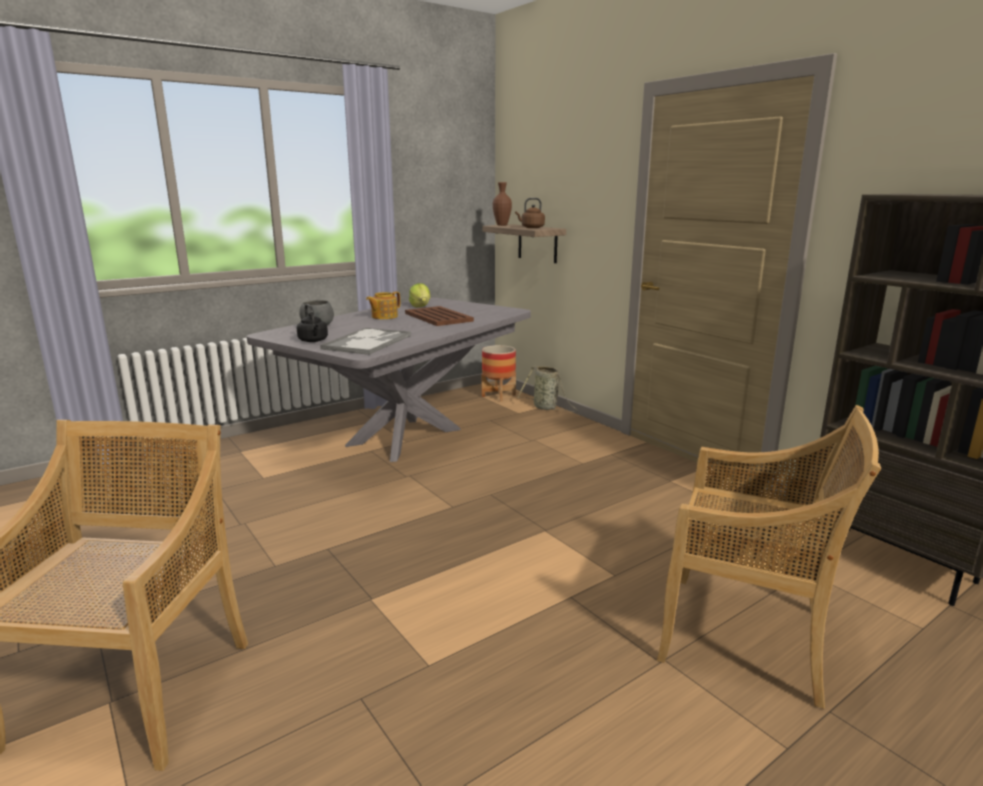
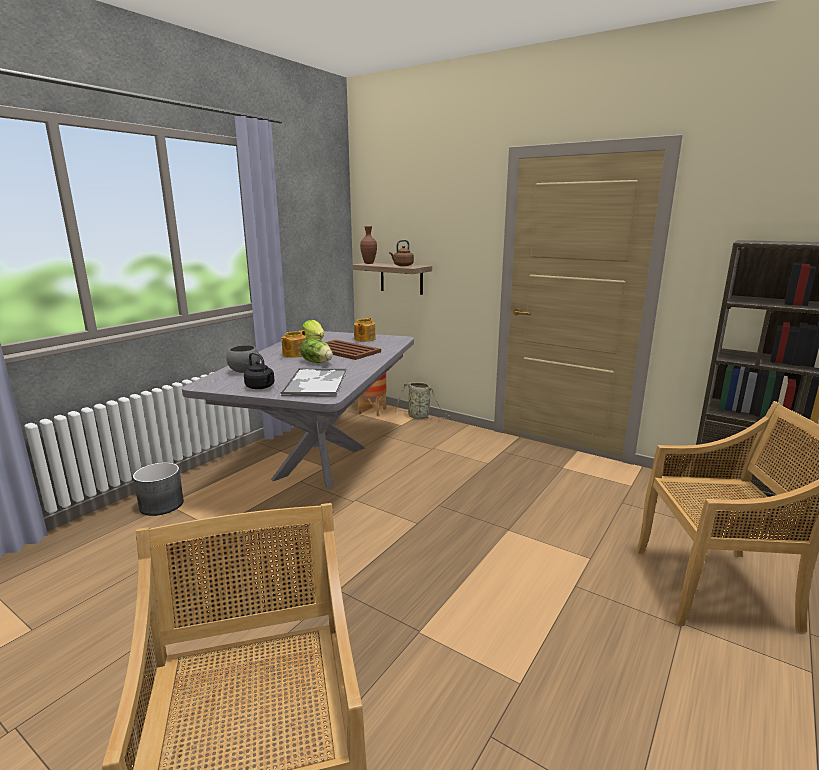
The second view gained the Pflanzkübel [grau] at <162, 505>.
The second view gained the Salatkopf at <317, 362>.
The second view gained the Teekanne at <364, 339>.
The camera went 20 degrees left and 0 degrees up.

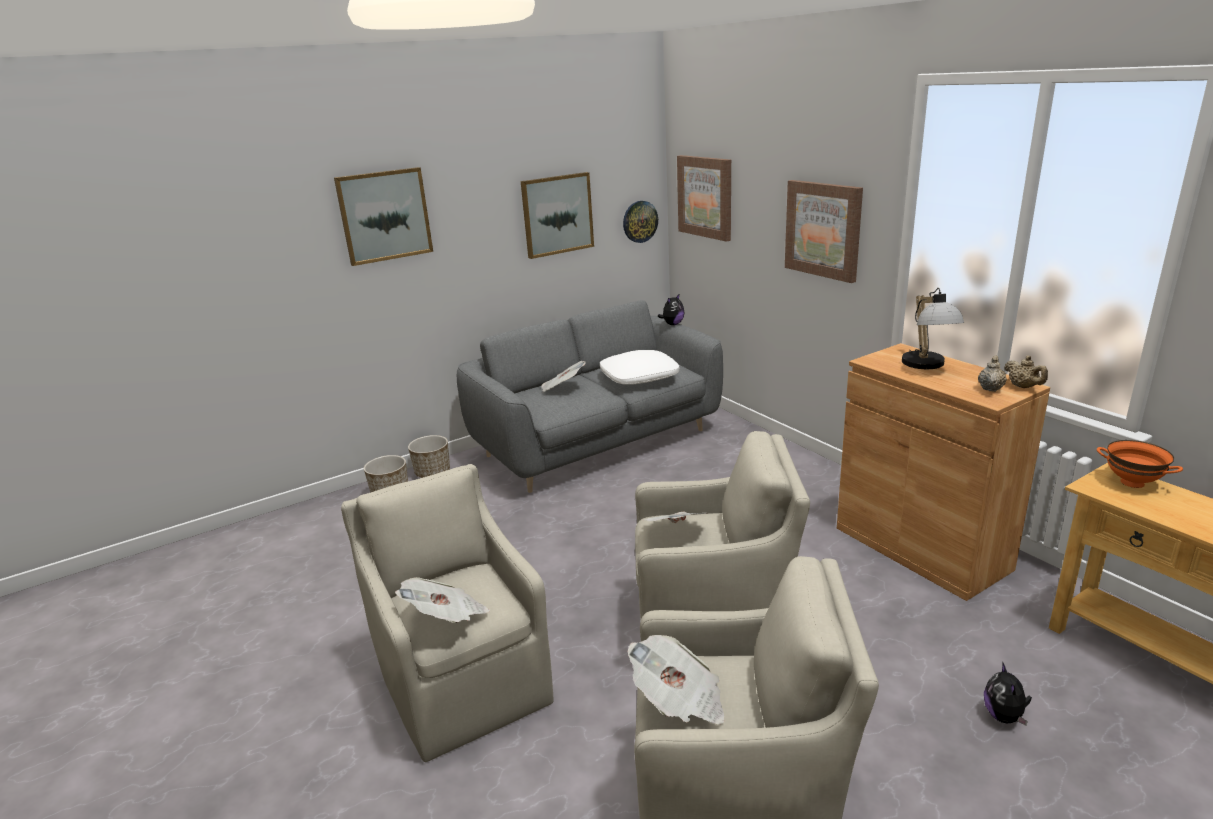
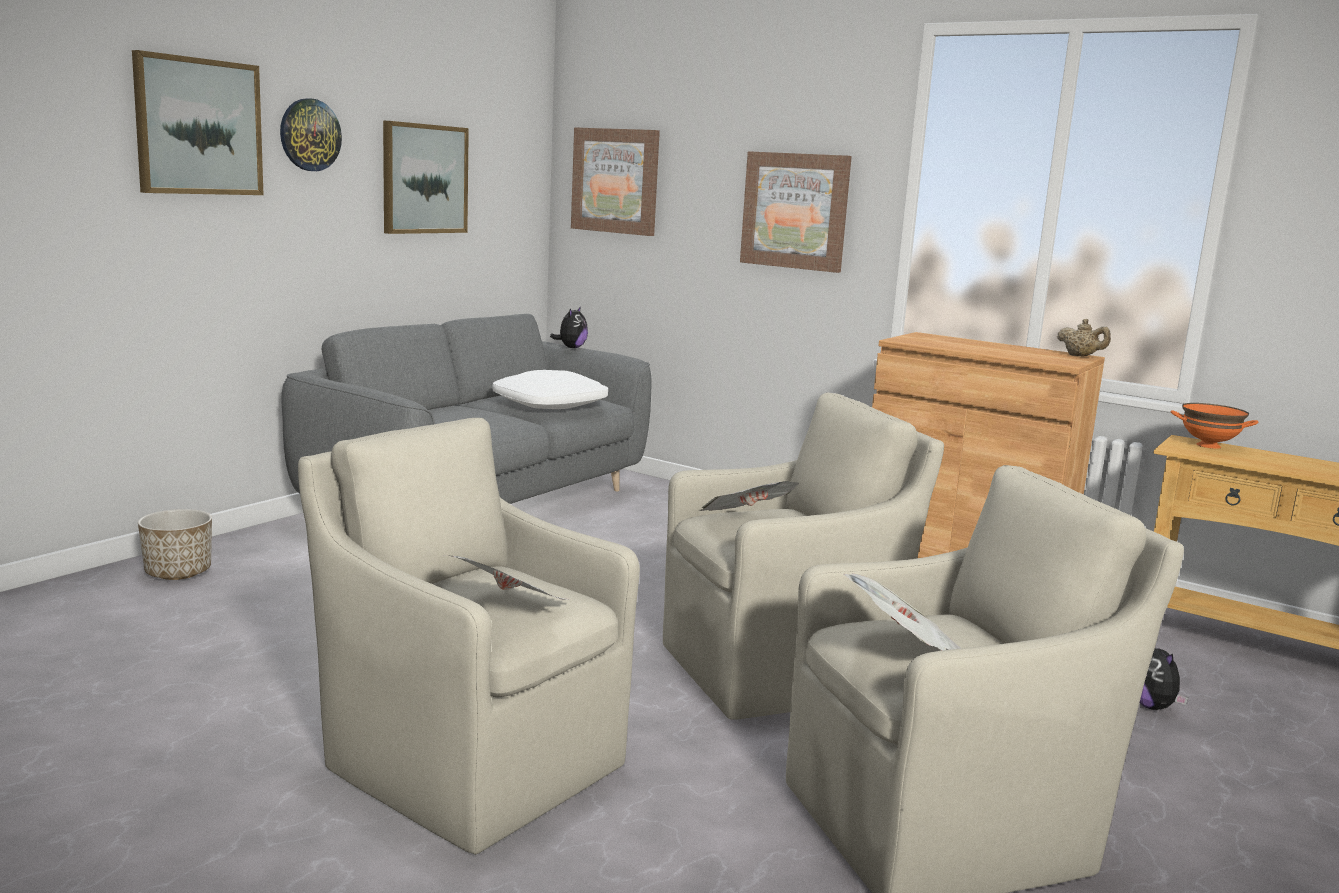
The second view lost the Pflanzkübel at <433, 472>.
The second view lost the Zeitung at <562, 388>.
The second view lost the Tischlampe at <927, 366>.
The second view lost the Teekanne [beige] at <990, 388>.
The Wanduhr ended up elsewhere, having gone from <640, 221> to <310, 135>.
The camera went 25 degrees left and 10 degrees down.

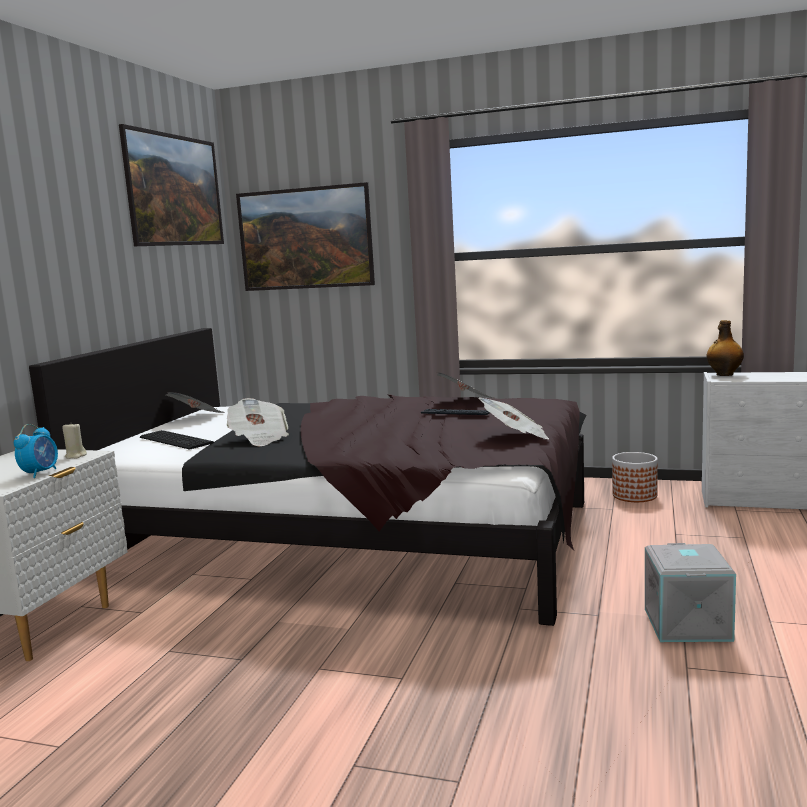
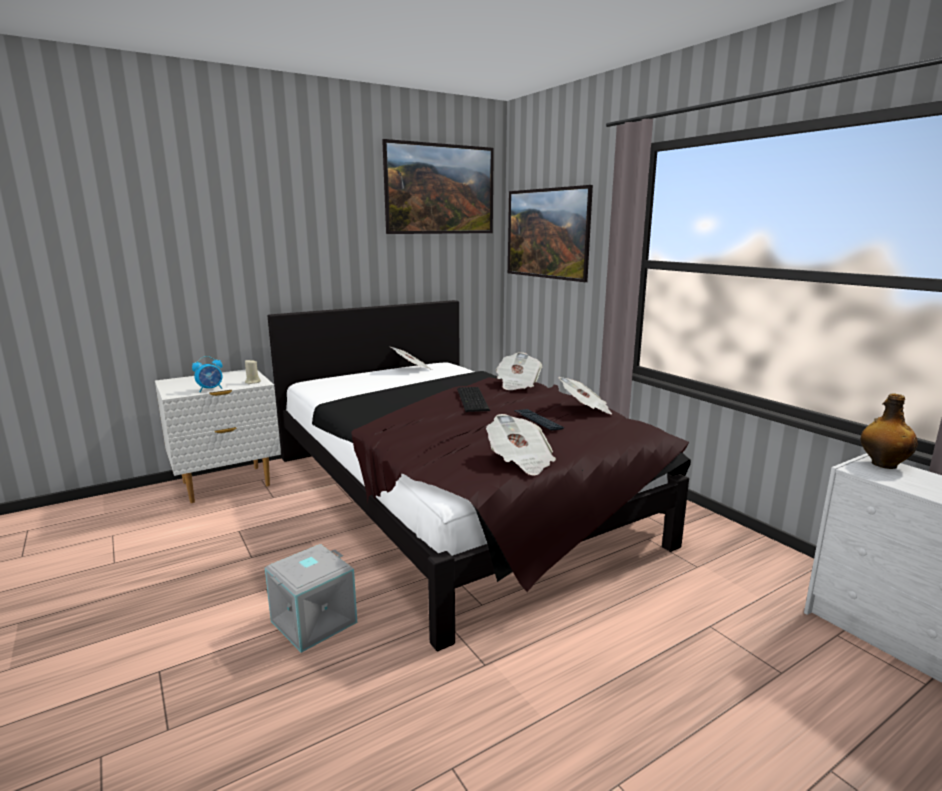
The second view lost the Pflanzkübel at <634, 495>.
The Tastatur ended up elsewhere, having gone from <176, 439> to <473, 399>.
The Zeitung ended up elsewhere, having gone from <259, 439> to <517, 384>.
The Aufbewahrungsbox [grau] ended up elsewhere, having gone from <689, 624> to <314, 623>.
The camera went 40 degrees right and 5 degrees up.

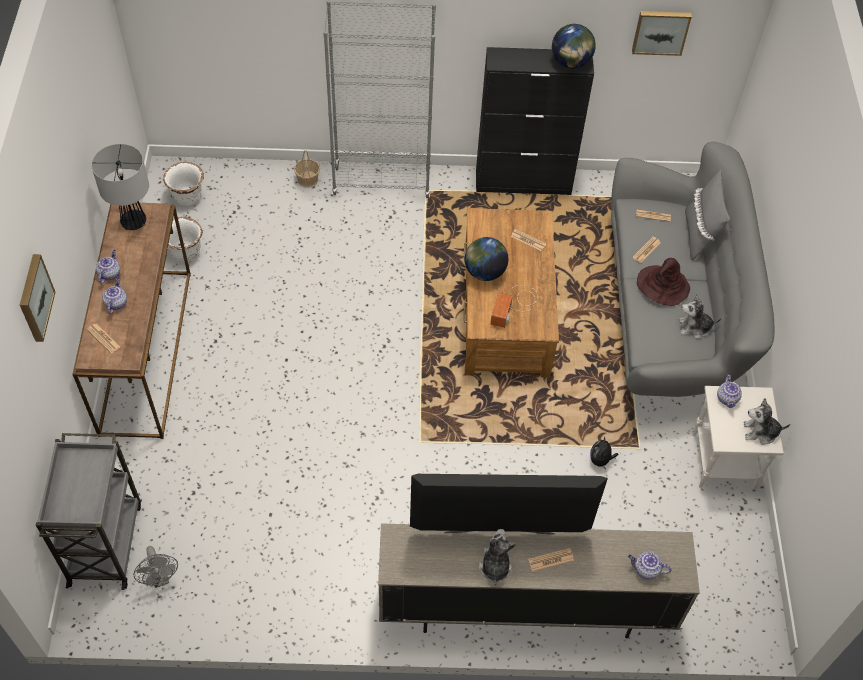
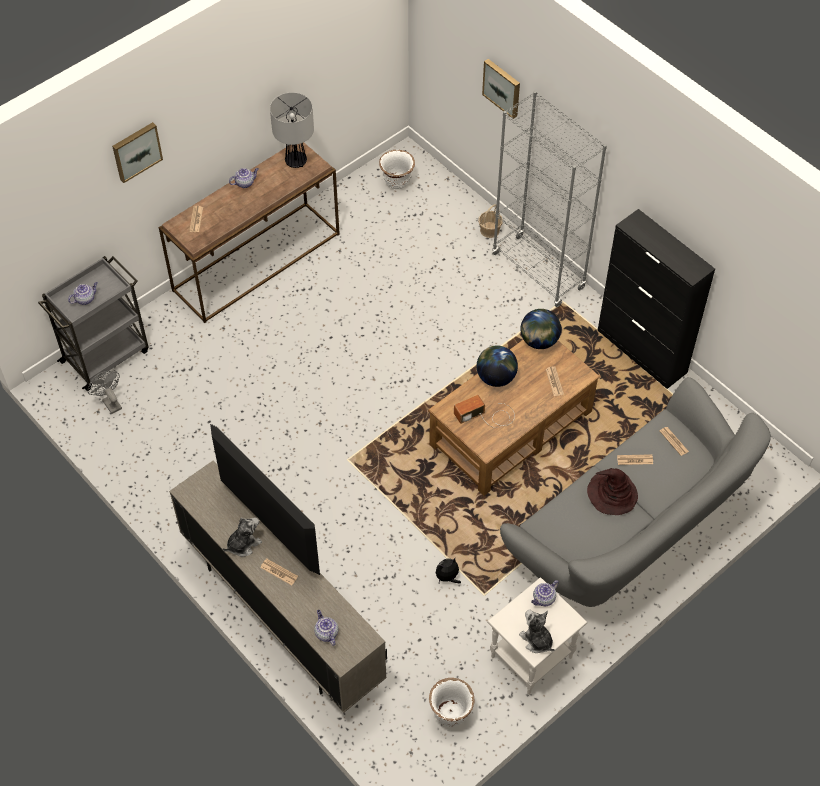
The second view lost the Plüschtier at <694, 327>.
The second view lost the Kissen [grau] at <699, 235>.
The Teekanne ended up elsewhere, having gone from <116, 303> to <85, 299>.
The Pflanzkübel [weiß] ended up elsewhere, having gone from <185, 253> to <450, 713>.
The Globus ended up elsewhere, having gone from <571, 62> to <539, 341>.
The Bild ended up elsewhere, having gone from <660, 31> to <502, 87>.
The Ventilator [grau] at <160, 578> ended up facing another way, 120 degrees clockwise from before.
The camera went 50 degrees right and 0 degrees up.

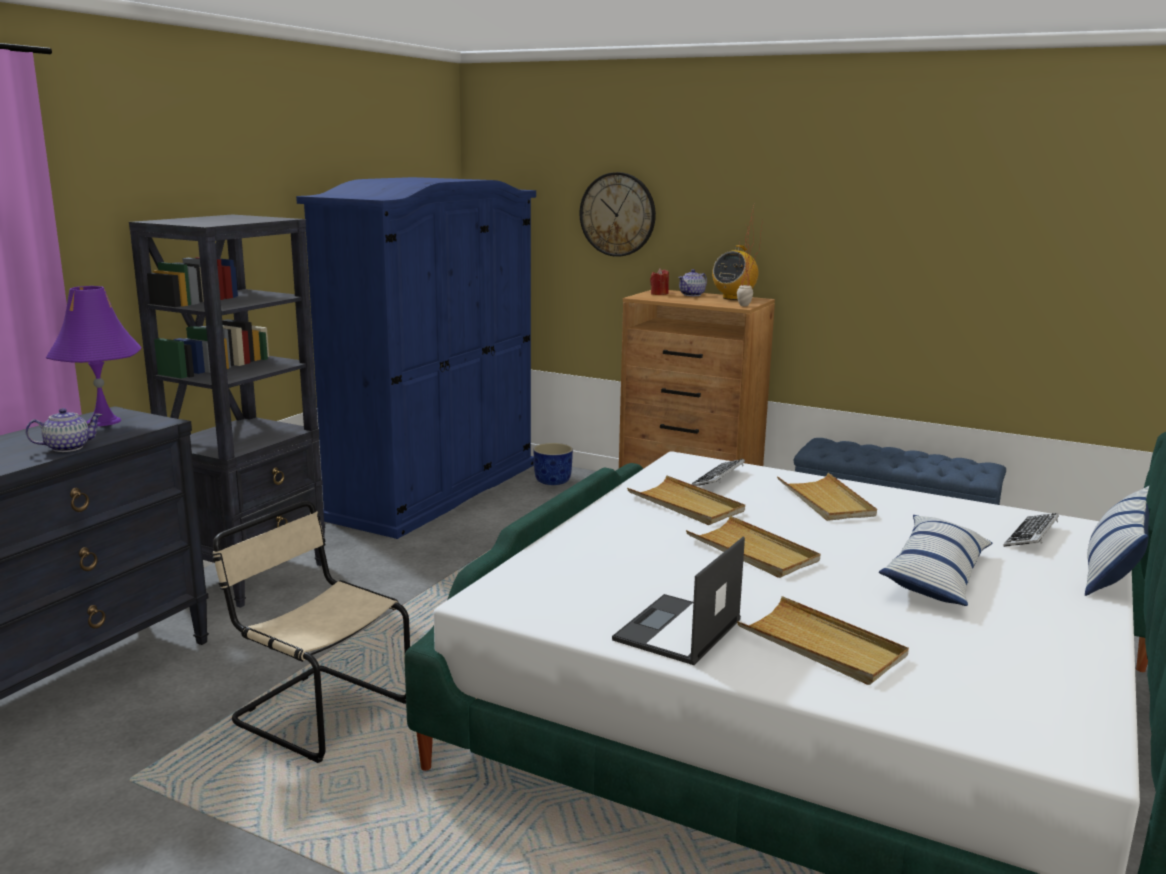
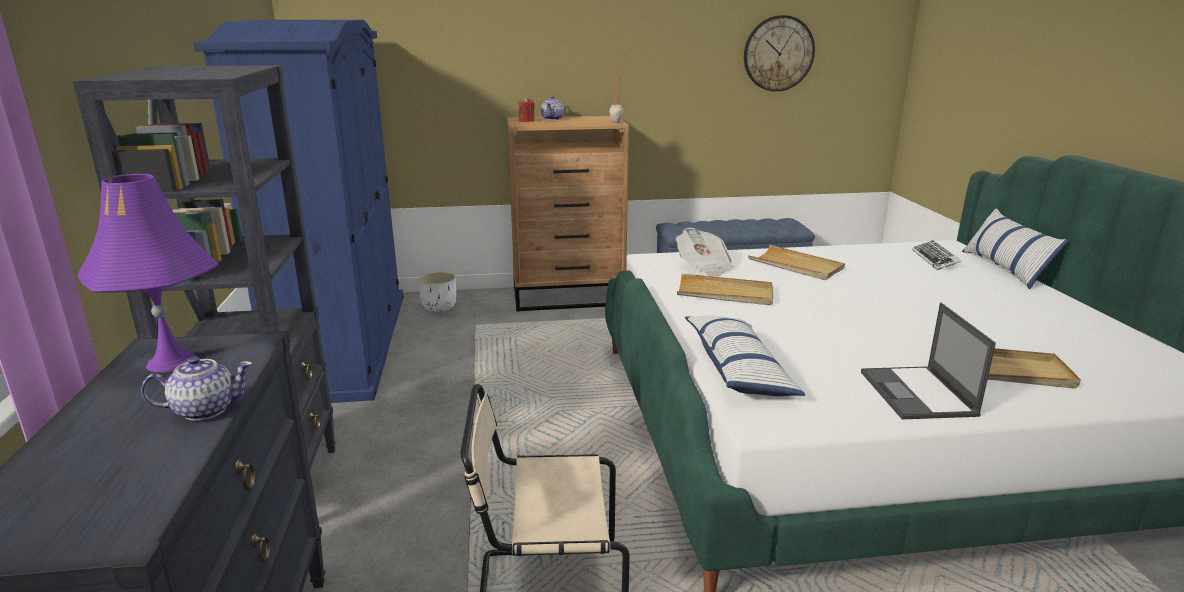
The second view lost the Tablett [beige] at <752, 551>.
The second view lost the Radio at <733, 298>.
The Wanduhr ended up elsewhere, having gone from <617, 214> to <778, 53>.
The Kissen ended up elsewhere, having gone from <935, 576> to <738, 370>.
Where the Tastatur stood at <718, 479>, the Zeitung came to stand at <704, 268>.
What was the Pflanzkübel [blau] at <553, 481> turned into the Pflanzkübel [weiß] at <439, 307>.
The Teekanne at <67, 448> ended up facing another way, 45 degrees clockwise from before.
The camera went 35 degrees left and 5 degrees up.

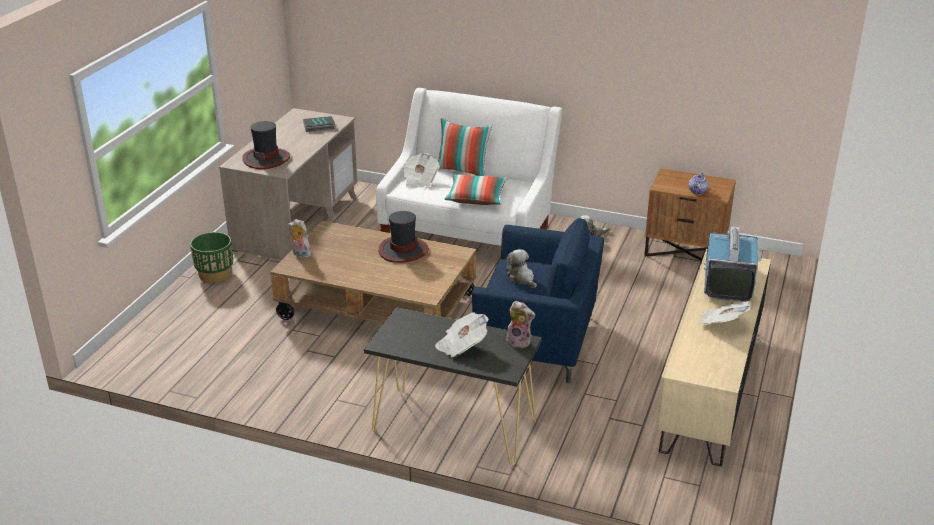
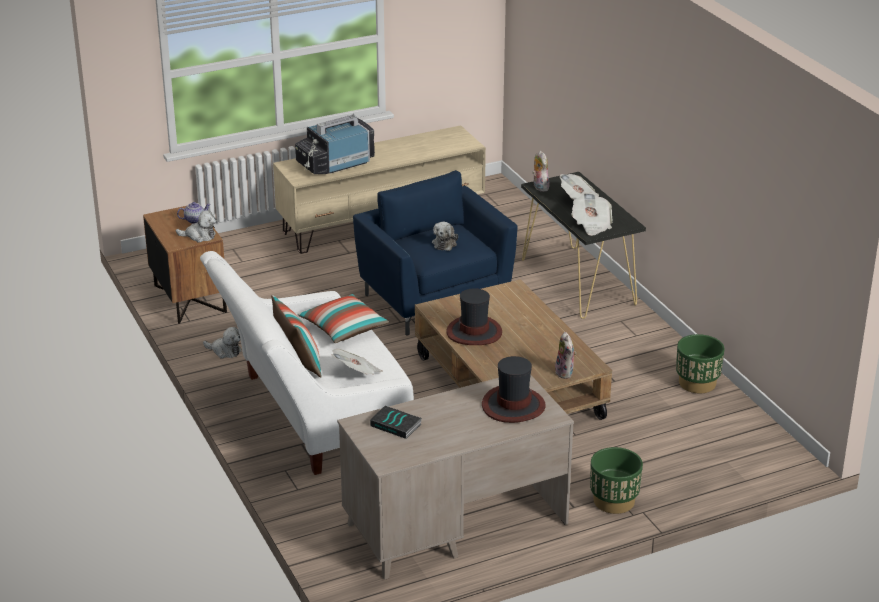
The second view gained the Plüschtier at <199, 236>.
The second view gained the Pflanzkübel [grün] at <697, 383>.
The Zeitung ended up elsewhere, having gone from <721, 323> to <591, 225>.
The camera went 135 degrees left and 0 degrees up.

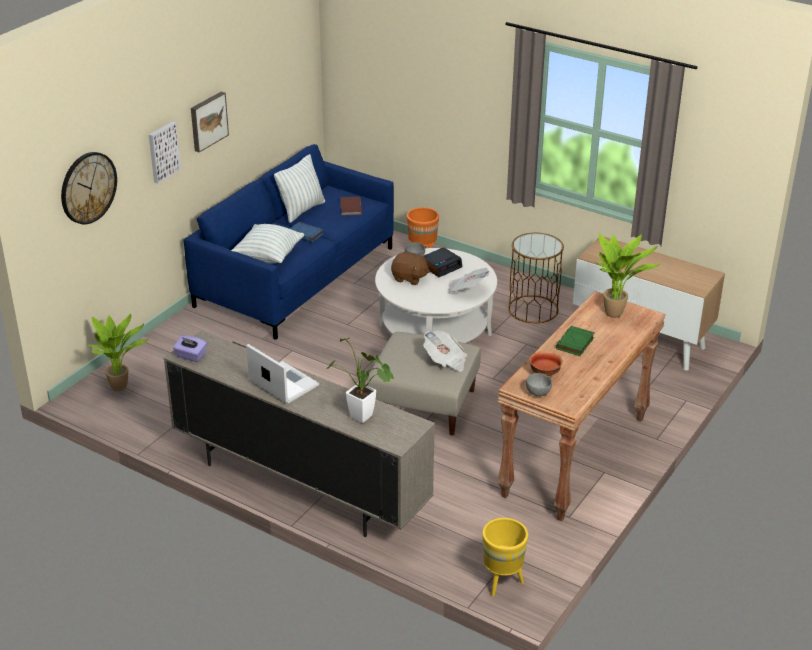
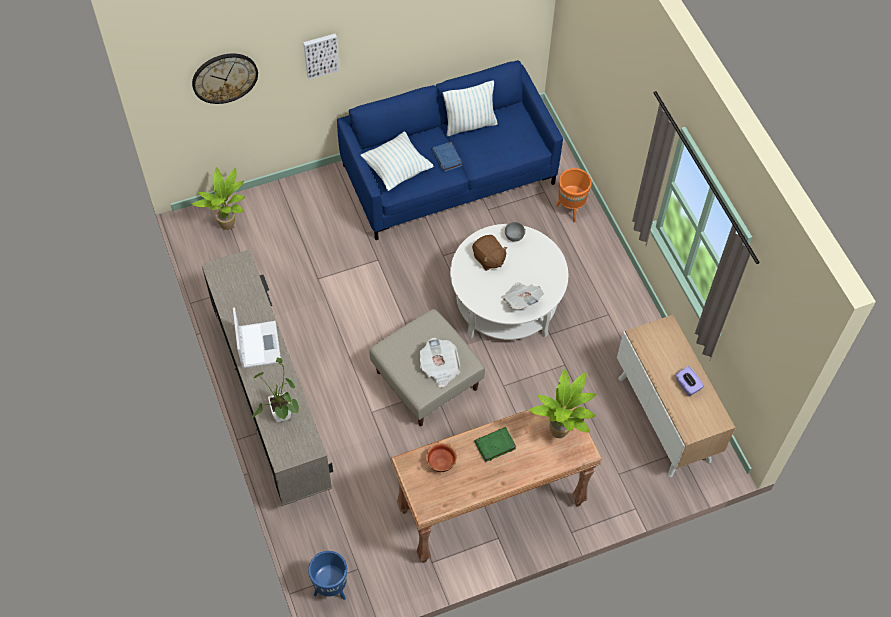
The second view lost the Bild at <207, 121>.
The second view lost the Buch [braun] at <350, 207>.
The second view lost the Wecker at <440, 266>.
The second view lost the Beistelltisch [braun] at <533, 309>.
The second view lost the Schüssel [grau] at <537, 393>.
The Taschentuchbox [lila] ended up elsewhere, having gone from <190, 356> to <687, 386>.
What was the Pflanzkübel [gelb] at <502, 582> turned into the Pflanzkübel [blau] at <331, 588>.
The camera went 35 degrees right and 25 degrees up.

